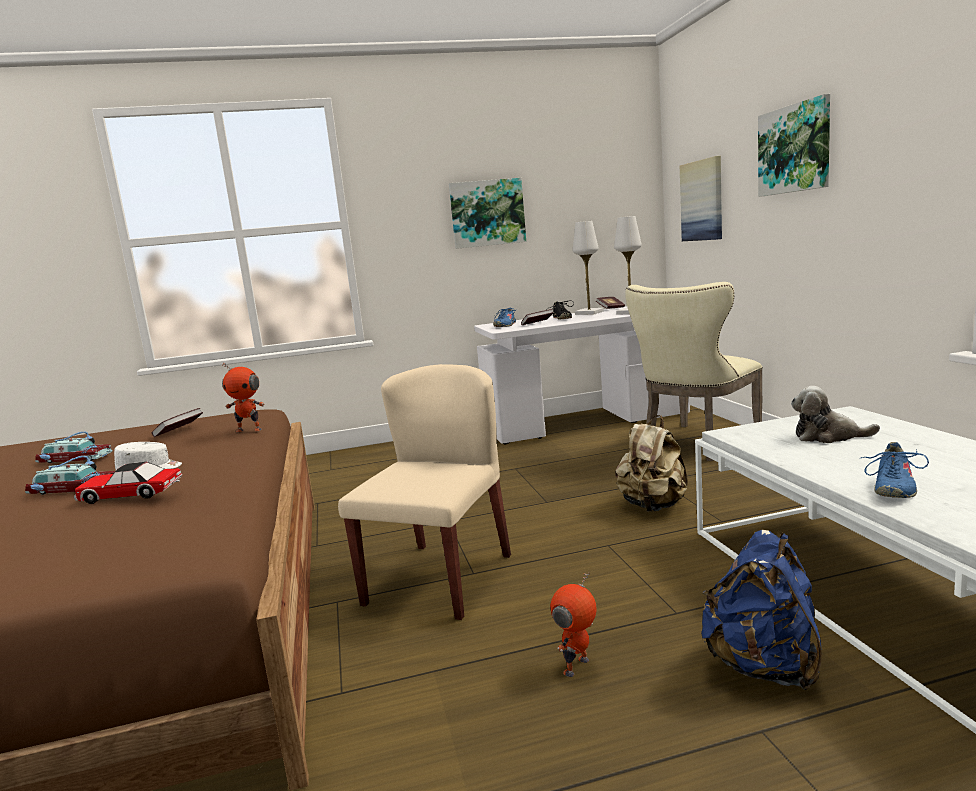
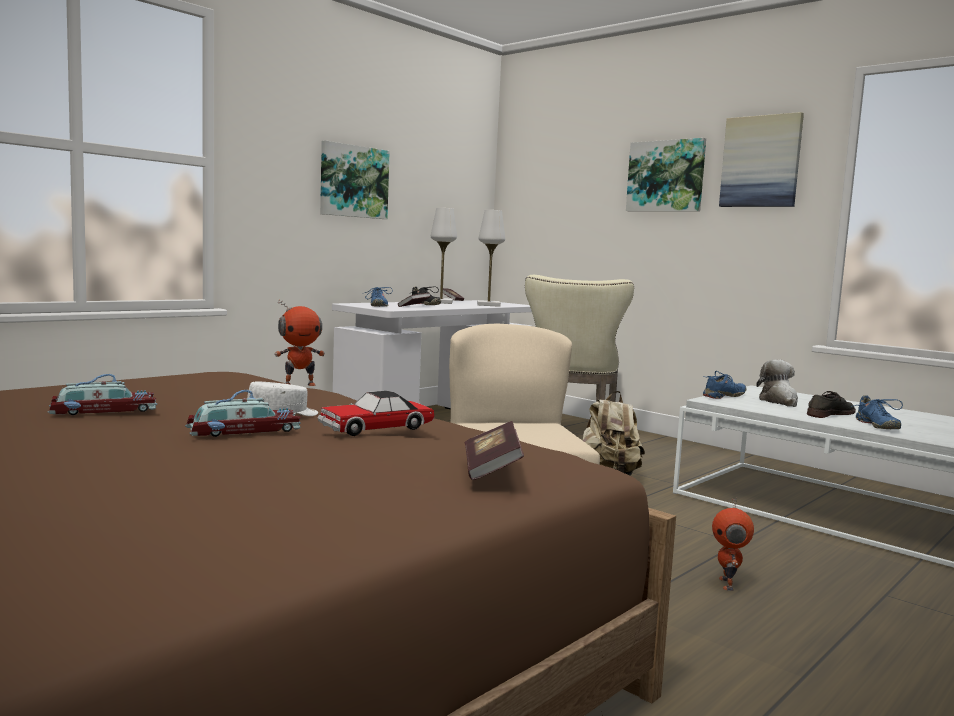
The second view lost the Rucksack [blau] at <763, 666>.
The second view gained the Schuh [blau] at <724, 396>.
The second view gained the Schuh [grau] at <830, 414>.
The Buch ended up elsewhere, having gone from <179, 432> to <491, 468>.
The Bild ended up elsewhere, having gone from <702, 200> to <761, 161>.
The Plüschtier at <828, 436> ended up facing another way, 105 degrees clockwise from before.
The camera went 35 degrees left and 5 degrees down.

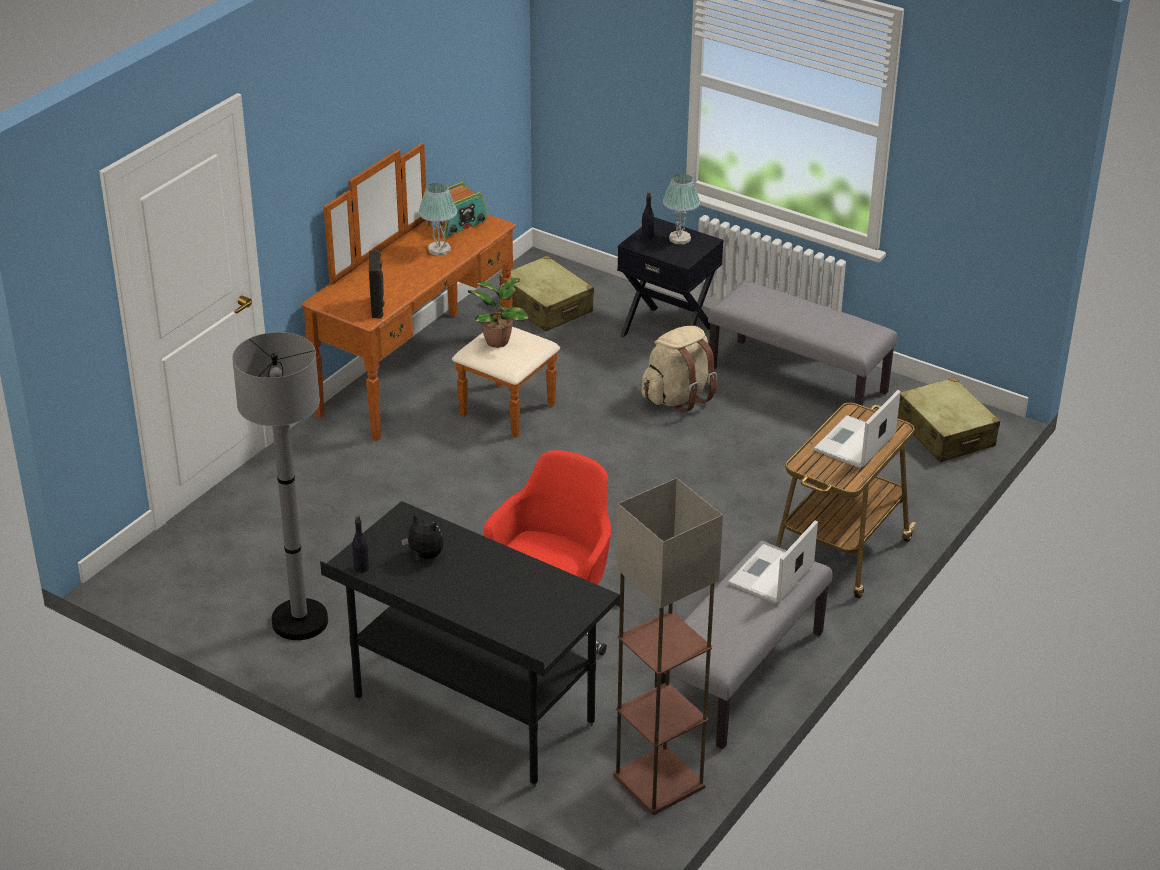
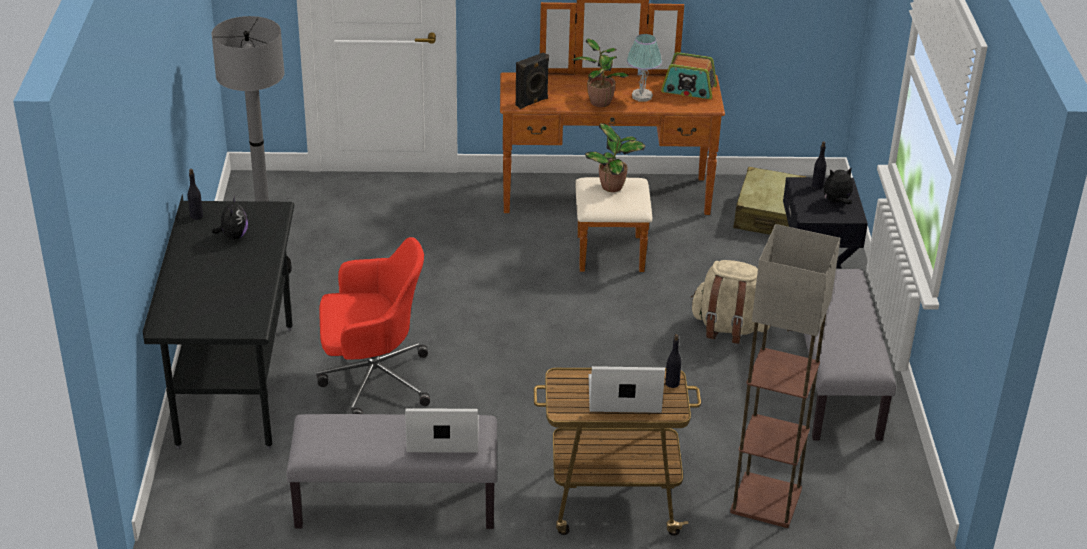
The second view lost the Koffer [beige] at <945, 433>.
The second view gained the Topfpflanze at <599, 101>.
The second view gained the Flasche [schwarz] at <672, 383>.
The Stehlampe ended up elsewhere, having gone from <661, 781> to <767, 501>.
Where the Tischlampe stood at <680, 239>, the Plüschtier came to stand at <837, 202>.
The camera went 55 degrees right and 0 degrees up.

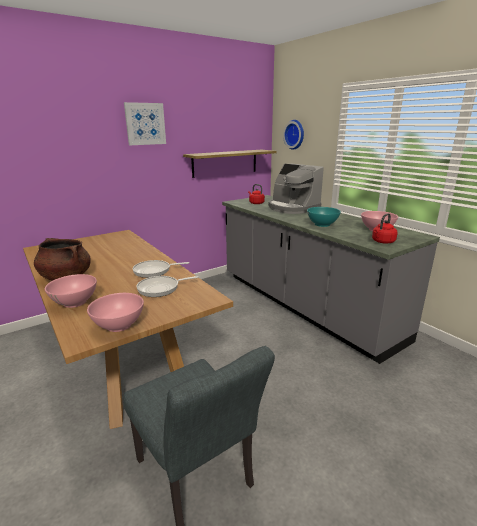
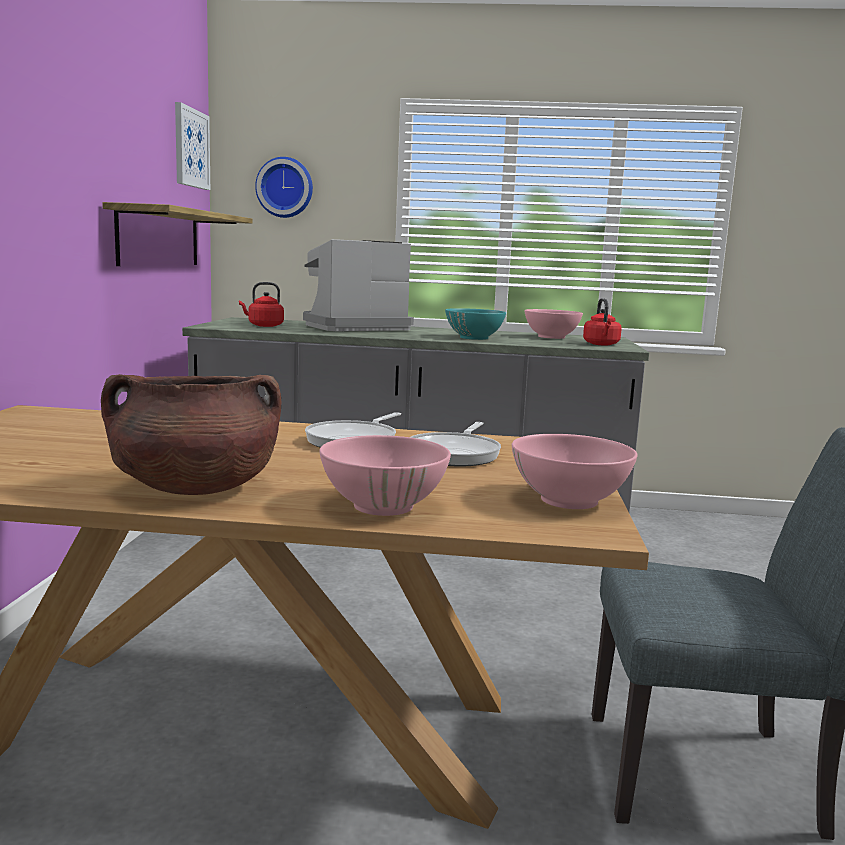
The Bild ended up elsewhere, having gone from <145, 124> to <191, 148>.
The Kaffeemaschine at <292, 208> ended up facing another way, 150 degrees clockwise from before.
The camera went 50 degrees left and 10 degrees down.

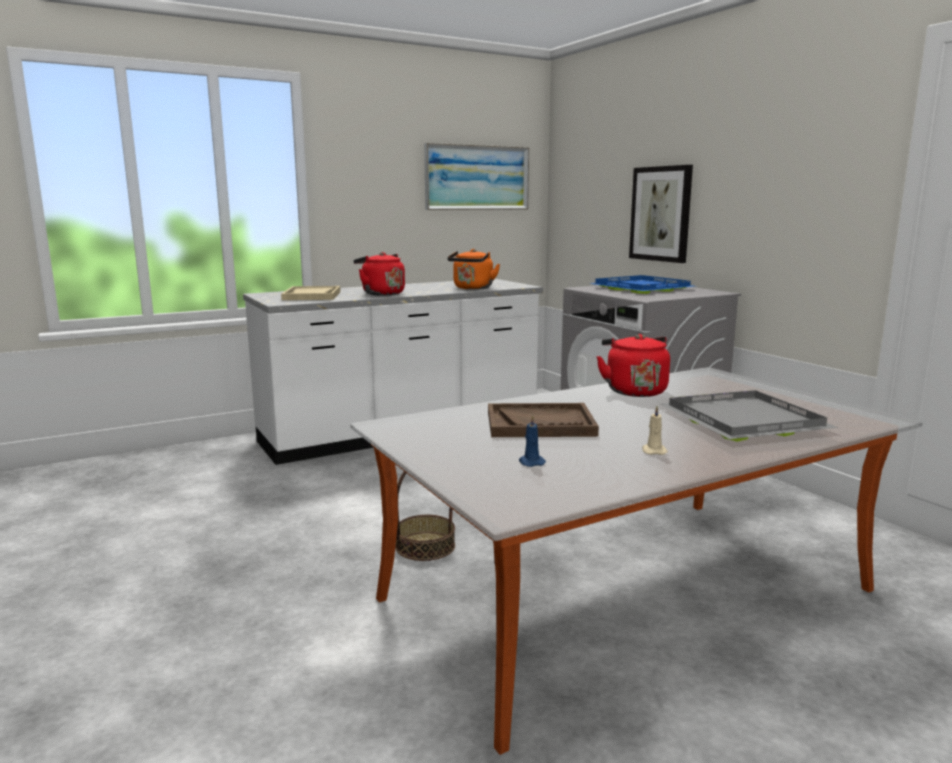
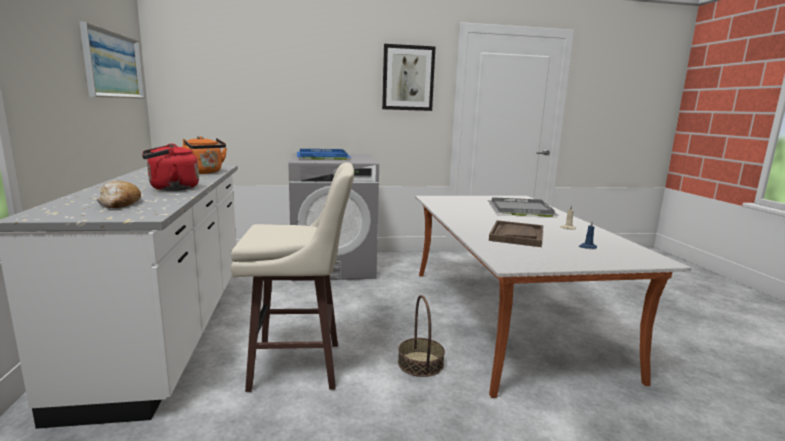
The second view lost the Wasserkessel [rot] at <634, 391>.
The second view gained the Hocker [beige] at <299, 366>.
The Bild ended up elsewhere, having gone from <661, 214> to <408, 78>.
Where the Tablett [beige] stood at <312, 295>, the Brot came to stand at <119, 203>.
The camera went 70 degrees left and 0 degrees up.

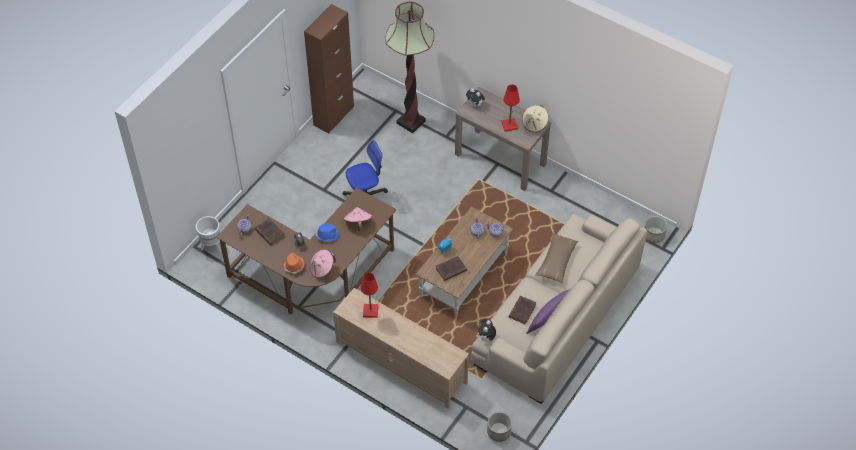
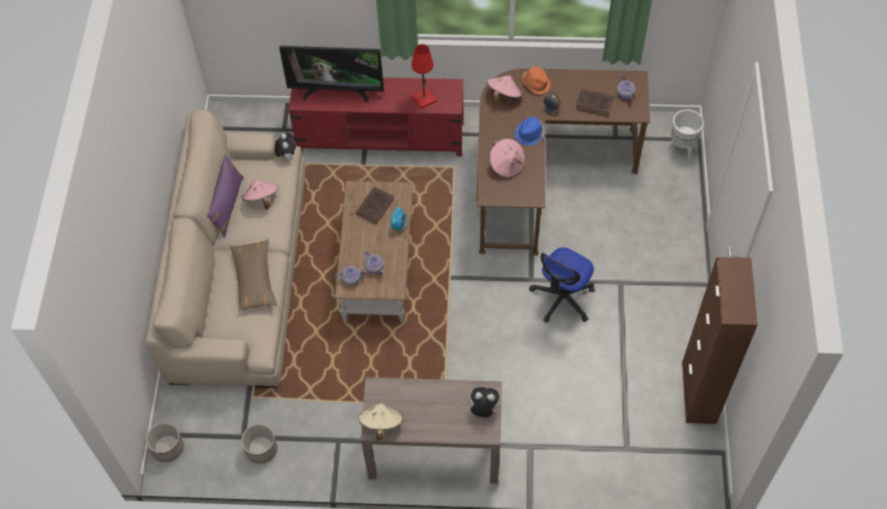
The second view lost the Stehlampe at <411, 122>.
The second view lost the Tischlampe [rot] at <509, 125>.
The second view gained the Fernseher at <336, 91>.
The Pflanzkübel ended up elsewhere, having gone from <499, 431> to <261, 449>.
Where the Buch [braun] stood at <522, 310>, the Hut [rosa] came to stand at <262, 199>.
What was the Fernsehschrank [beige] at <400, 362> turned into the Fernsehschrank [rot] at <381, 137>.
The camera went 150 degrees right and 5 degrees up.

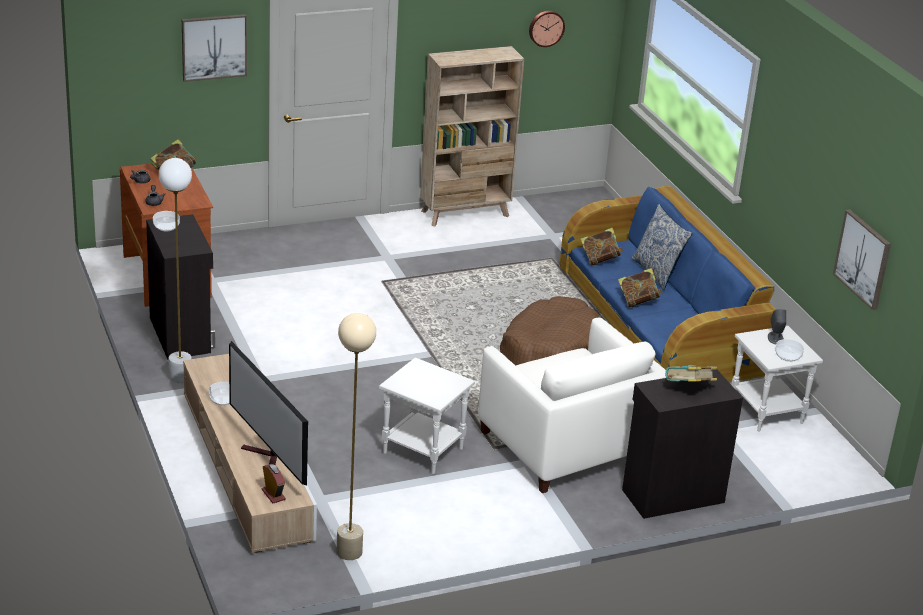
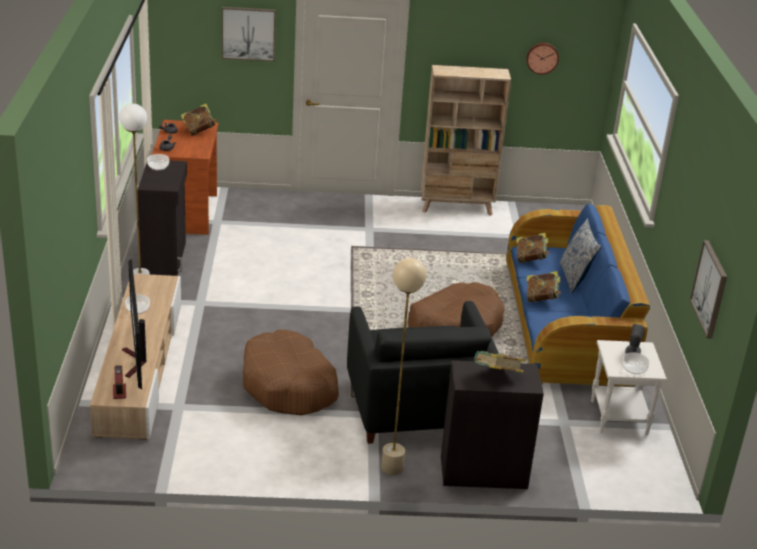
The Stehlampe [beige] ended up elsewhere, having gone from <349, 552> to <392, 468>.
Where the Beistelltisch [weiß] stood at <421, 451>, the Hundebett [braun] came to stand at <289, 386>.
What was the Sessel [weiß] at <566, 444> turned into the Sessel [schwarz] at <417, 407>.
The camera went 20 degrees right and 0 degrees up.

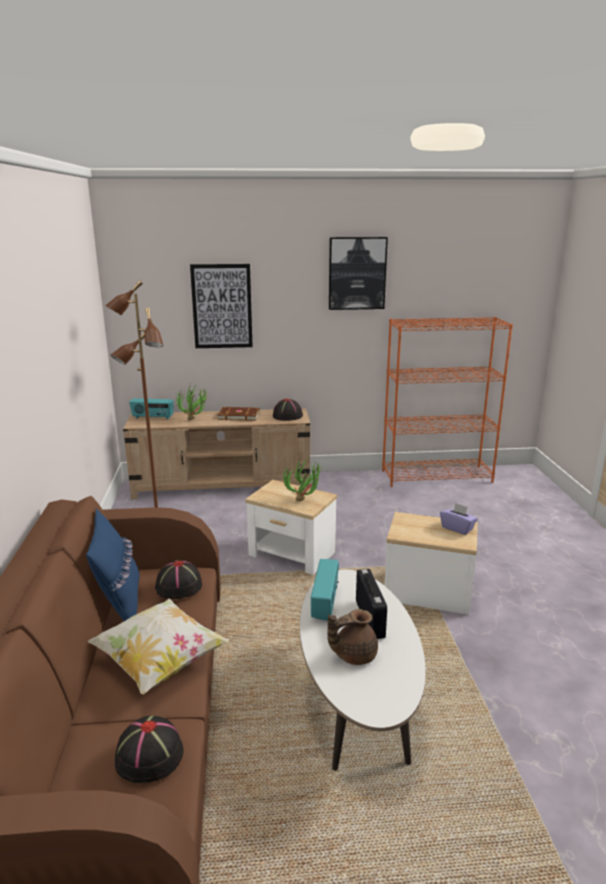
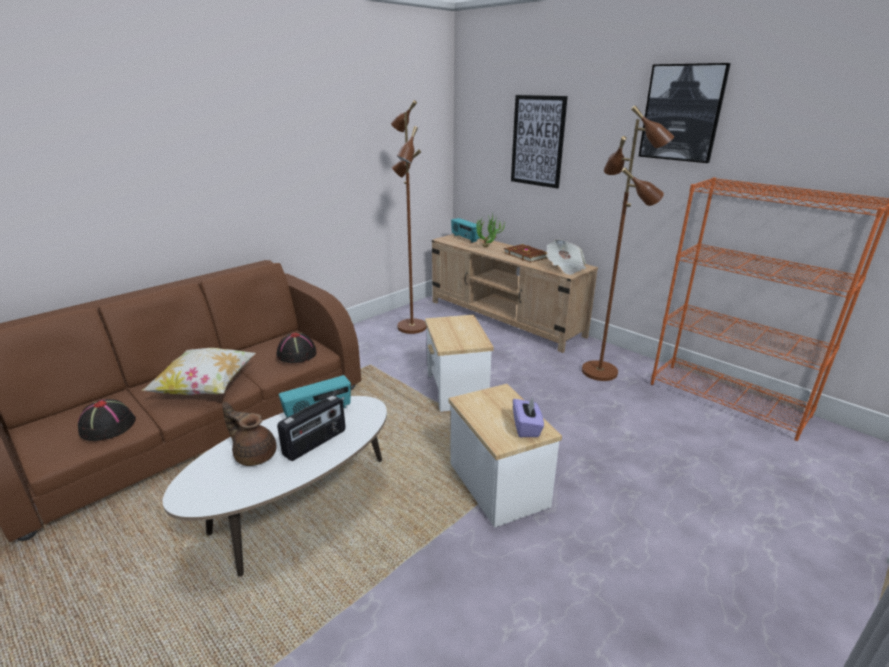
The second view lost the Kissen [blau] at <119, 604>.
The second view lost the Topfpflanze at <305, 501>.
The second view gained the Stehlampe [braun] at <600, 371>.
Where the Hut [schwarz] stood at <288, 416>, the Zeitung came to stand at <565, 267>.
The camera went 50 degrees right and 5 degrees up.

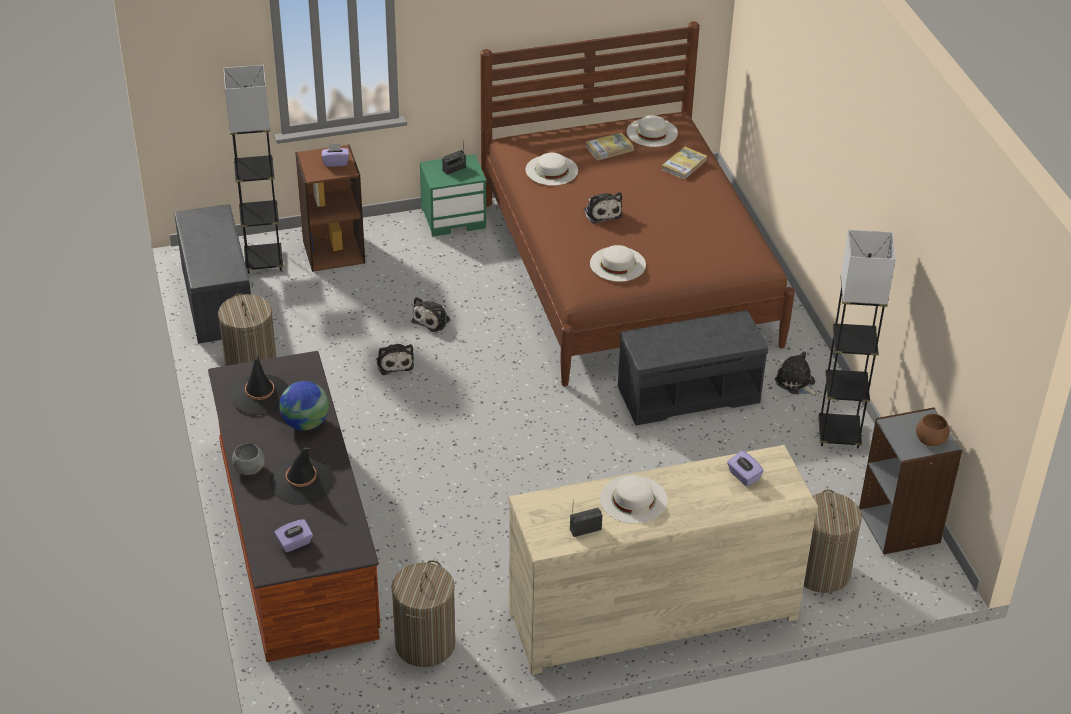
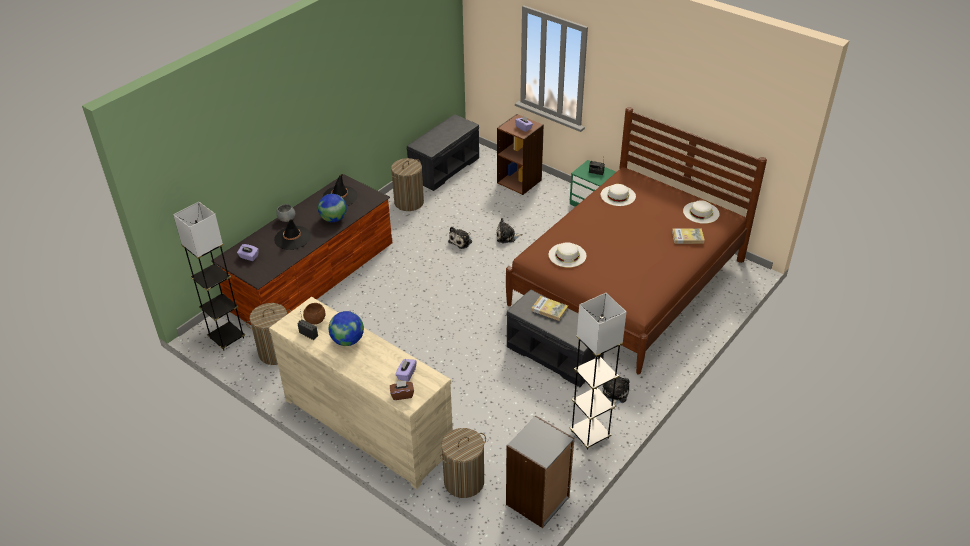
The second view lost the Plüschtier at <602, 212>.
The second view gained the Taschentuchbox [braun] at <402, 395>.
The Stehlampe [grau] ended up elsewhere, having gone from <263, 261> to <227, 338>.
The Buch ended up elsewhere, having gone from <609, 148> to <549, 309>.
The Schüssel [braun] ended up elsewhere, having gone from <931, 440> to <315, 320>.
Where the Hut [weiß] stood at <633, 499>, the Globus came to stand at <348, 340>.
The camera went 55 degrees right and 0 degrees up.

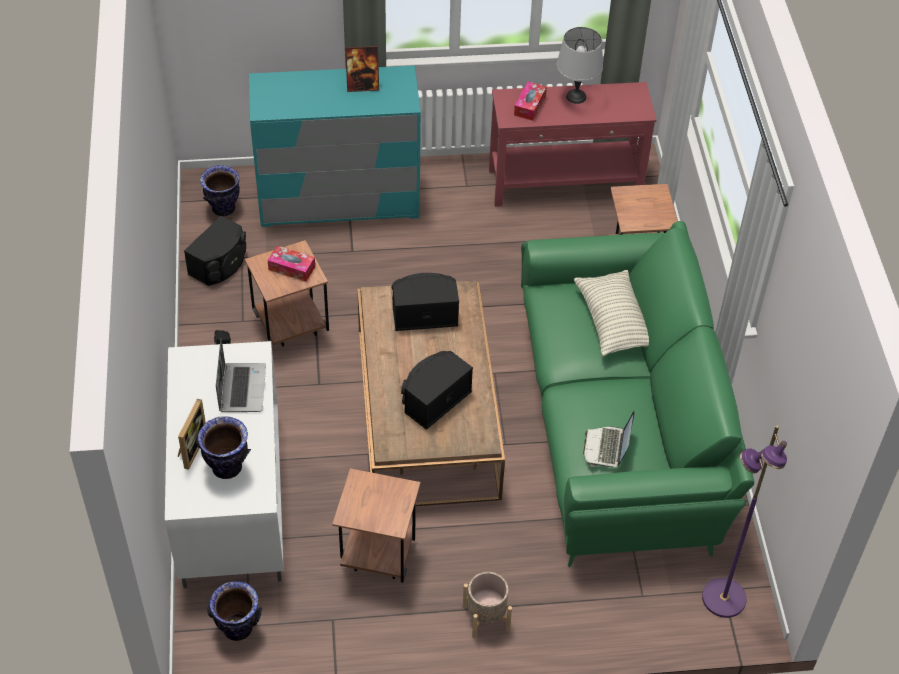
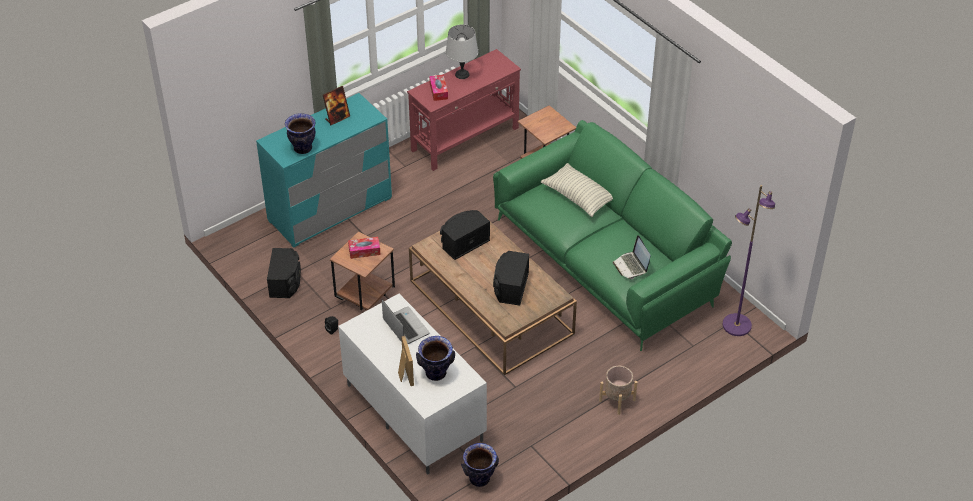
The second view lost the Beistelltisch [braun] at <379, 555>.
The Vase ended up elsewhere, having gone from <223, 208> to <302, 148>.
The camera went 30 degrees left and 5 degrees down.

